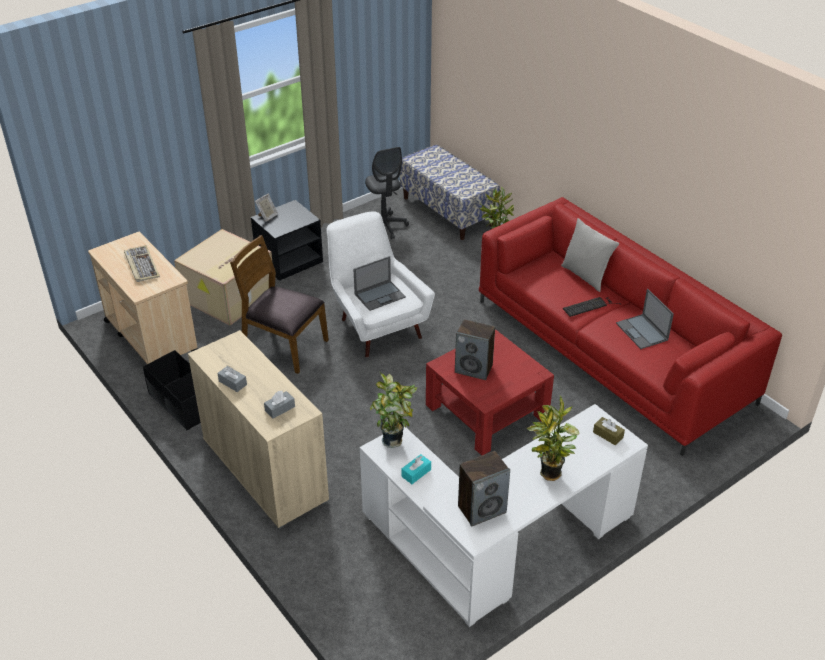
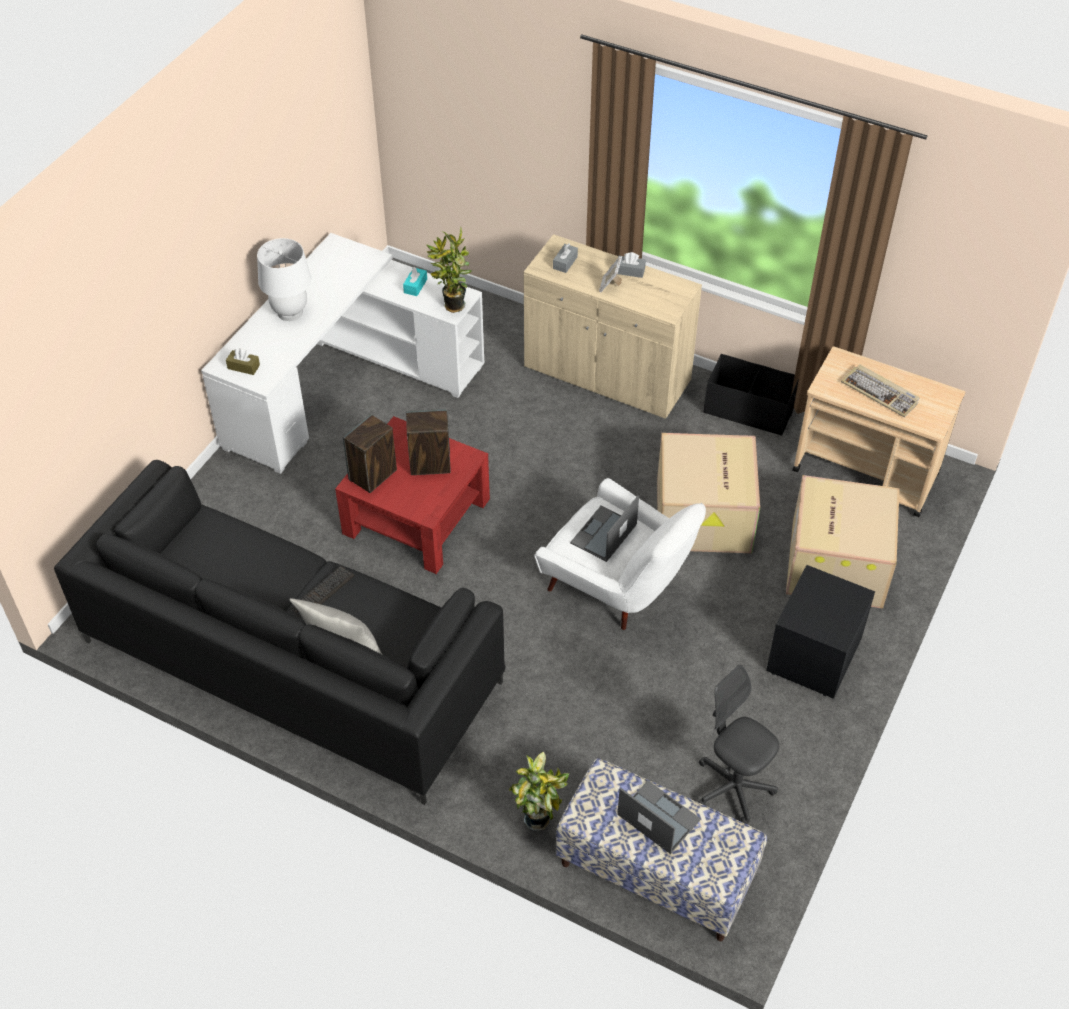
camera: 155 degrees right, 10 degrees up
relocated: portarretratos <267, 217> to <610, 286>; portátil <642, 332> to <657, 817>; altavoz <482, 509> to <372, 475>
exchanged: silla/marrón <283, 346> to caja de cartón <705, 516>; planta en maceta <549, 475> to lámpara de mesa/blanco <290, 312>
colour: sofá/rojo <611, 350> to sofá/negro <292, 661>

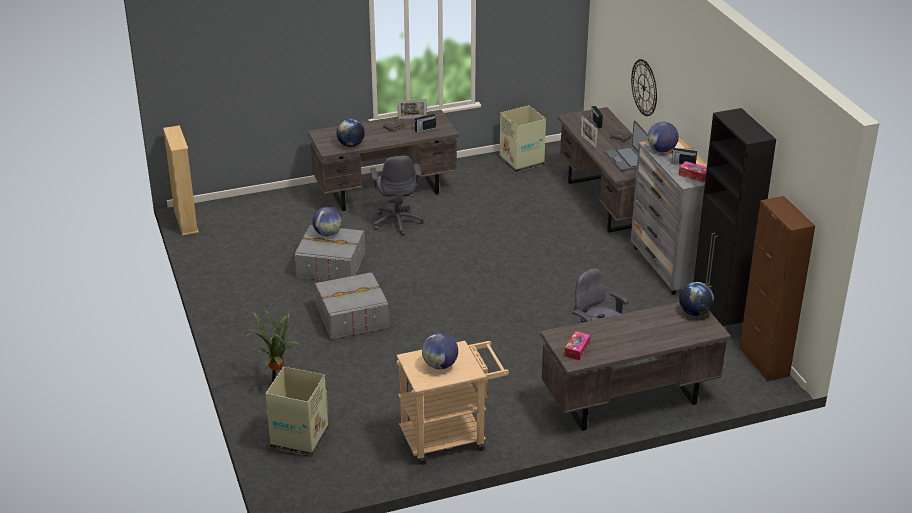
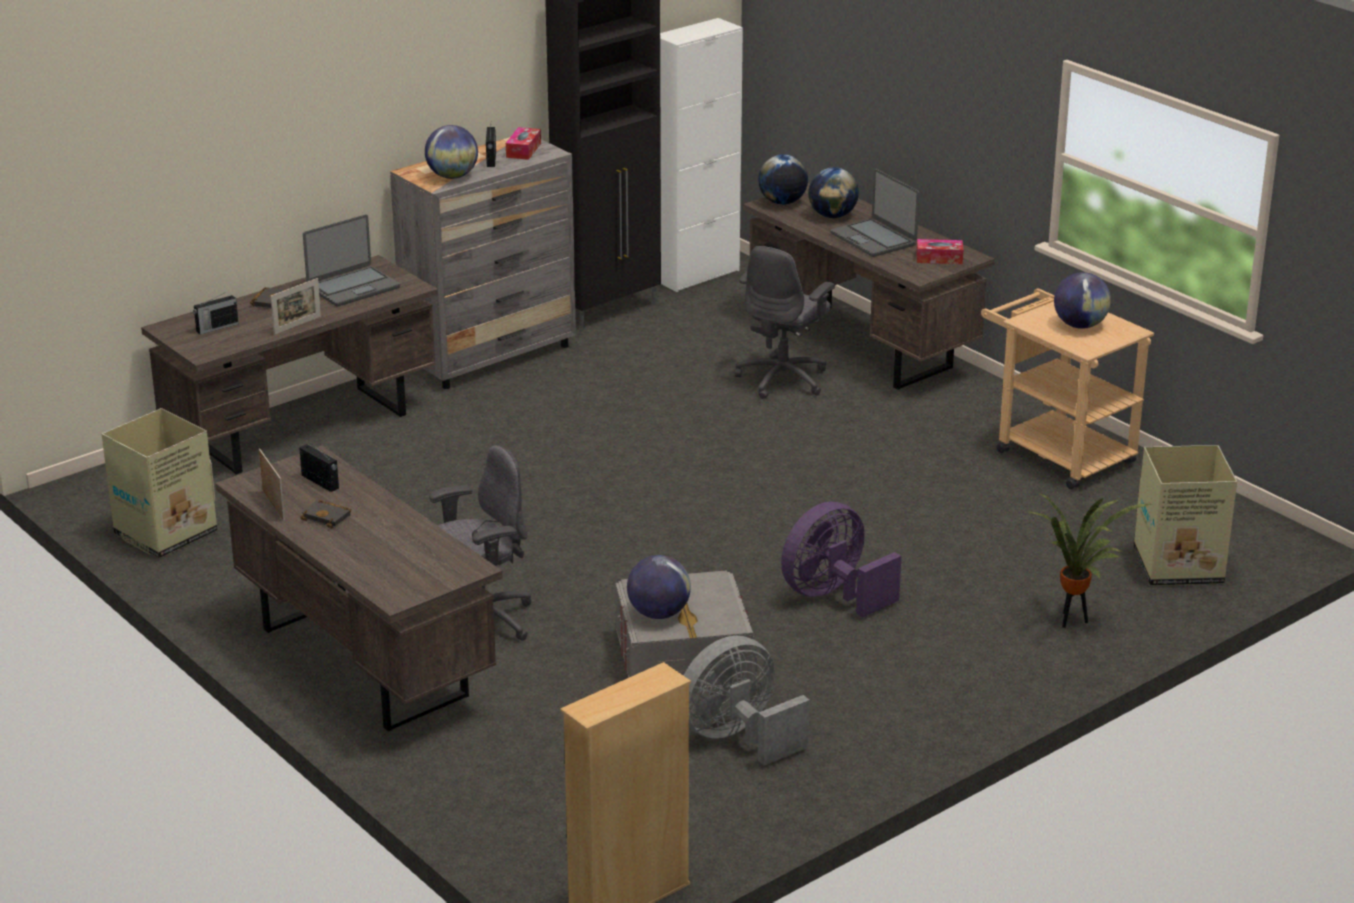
camera: 110 degrees left, 5 degrees down
missing: reloj de pared <644, 87>
appeared: portátil <874, 239>; ventilador/gris <738, 738>
relocated: globo terráqueo <351, 145> to <832, 216>
exchanged: caja de almacenaje/gris <352, 317> to ventilador/morado <833, 596>
colour: armario/marrón <764, 362> to armario/blanco <696, 275>

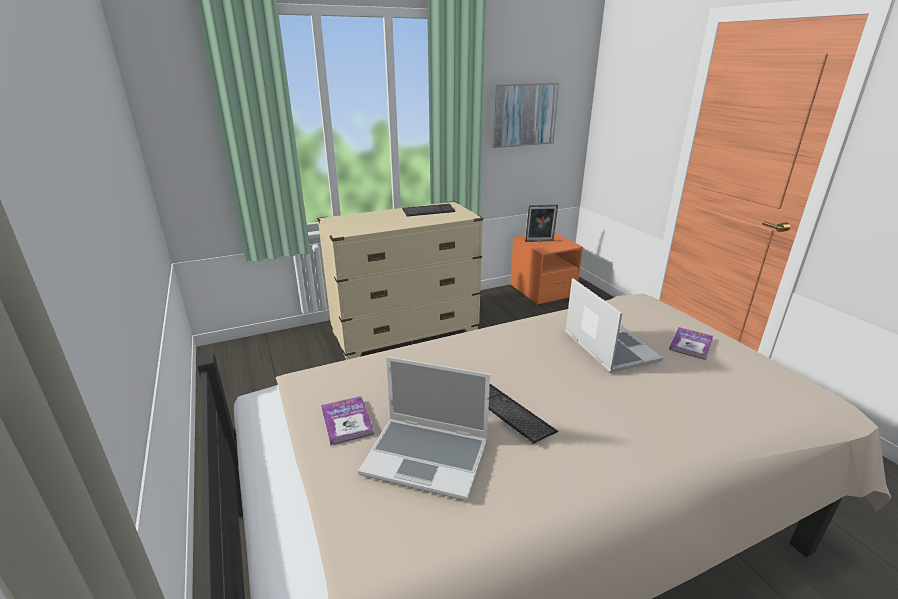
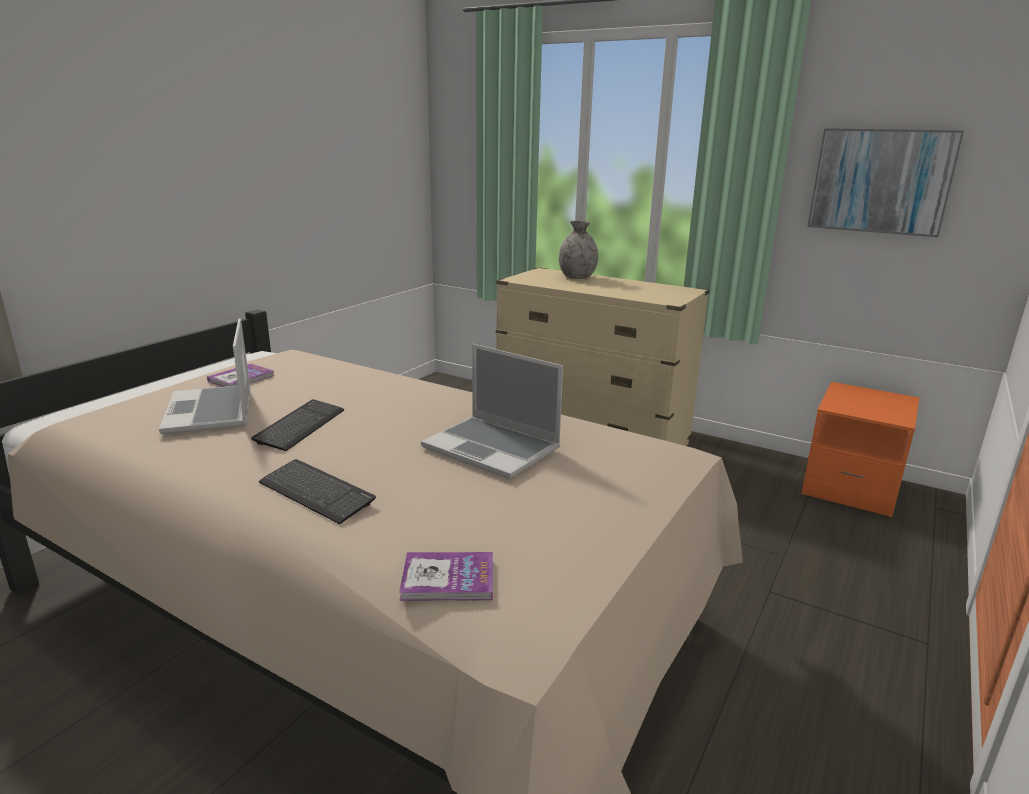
camera: 55 degrees right, 5 degrees down
missing: portarretratos <539, 241>
appeared: florero/gris <577, 277>
relocated: teclado <428, 211> to <316, 493>; libro <691, 344> to <448, 579>
spun: portátil <608, 347> = <493, 449> 90 degrees clockwise

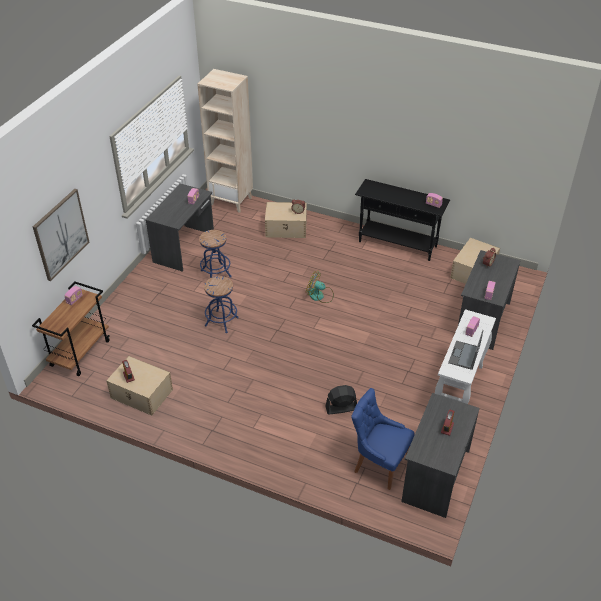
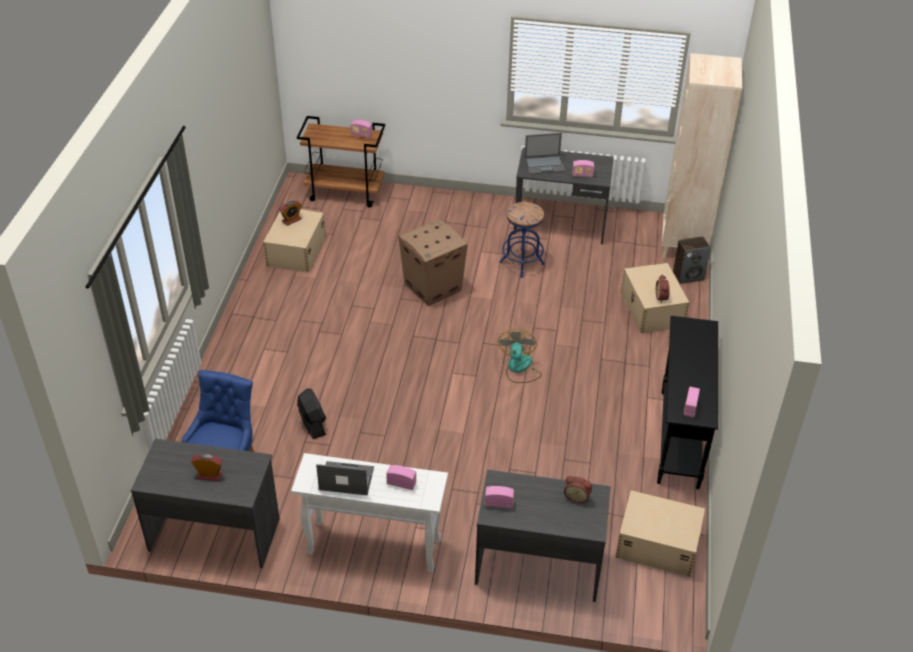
camera: 75 degrees right, 0 degrees up
missing: cuadro <61, 234>
appeared: portátil <545, 165>; altavoz <688, 275>
exchanged: taburete/azul <221, 321> to caja de cartón <433, 287>

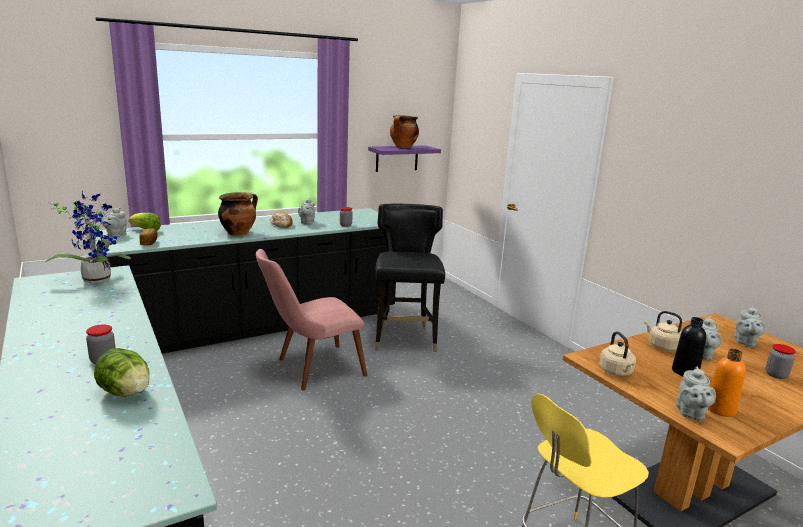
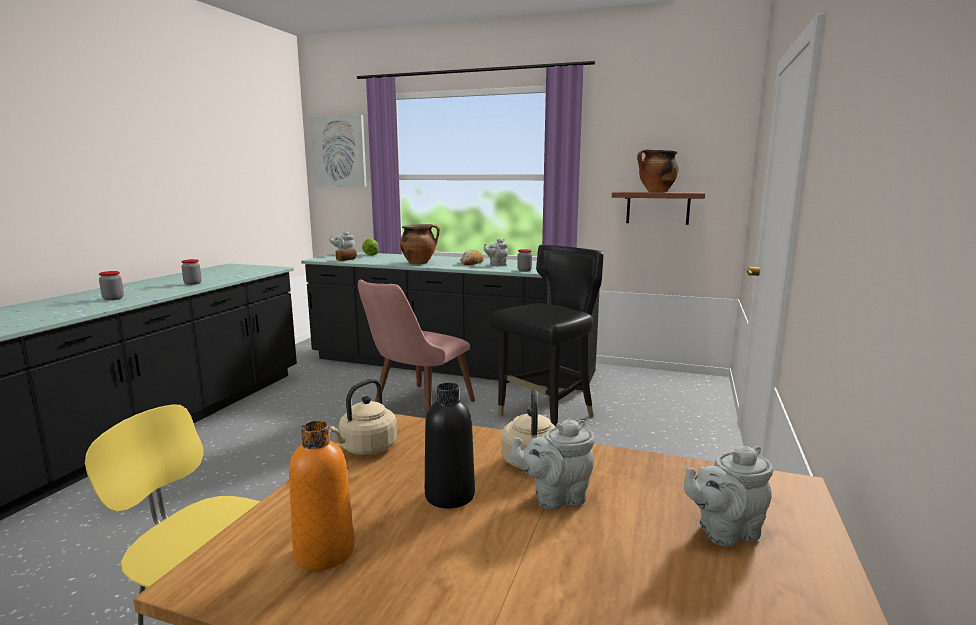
camera: 50 degrees right, 5 degrees down
missing: planta en maceta <97, 278>; lechuga <126, 392>; tetera/gris <690, 414>
appeared: cuadro <340, 151>
relocated: tarro <776, 375> to <192, 283>
colour: estante/morado <397, 158> to estante/marrón <658, 208>
spun: silla/rosa <310, 369> = <415, 408> 75 degrees counterclockwise

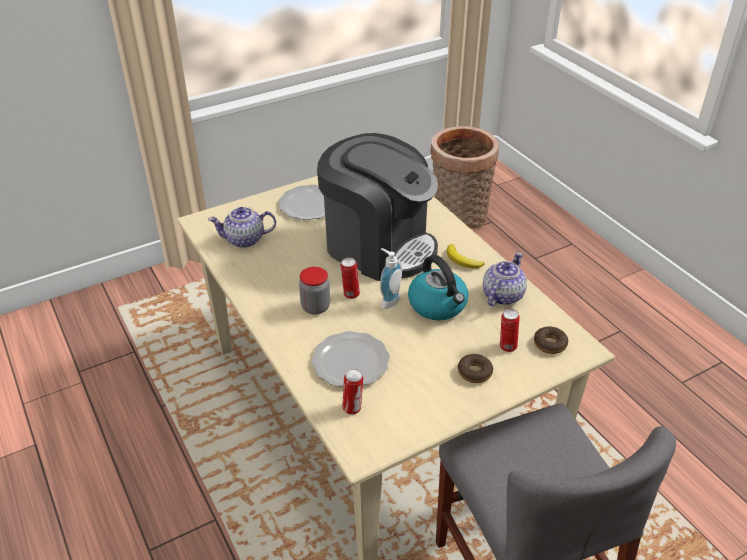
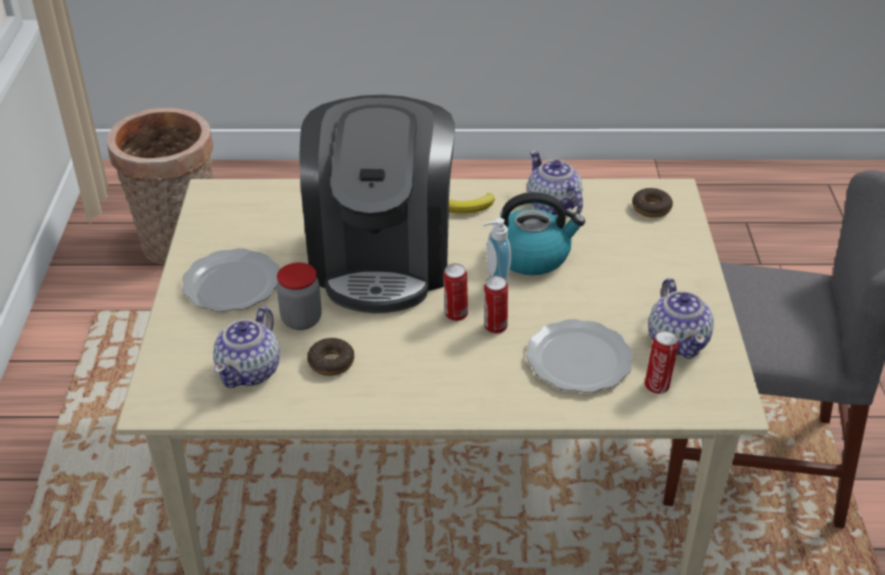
camera: 60 degrees left, 0 degrees up
appeared: tetera <678, 341>
relocated: tarro <315, 307> to <301, 320>; lata <507, 346> to <495, 327>; rosquilla <474, 372> to <331, 362>
spun: cafetera <378, 246> = <382, 258> 120 degrees clockwise

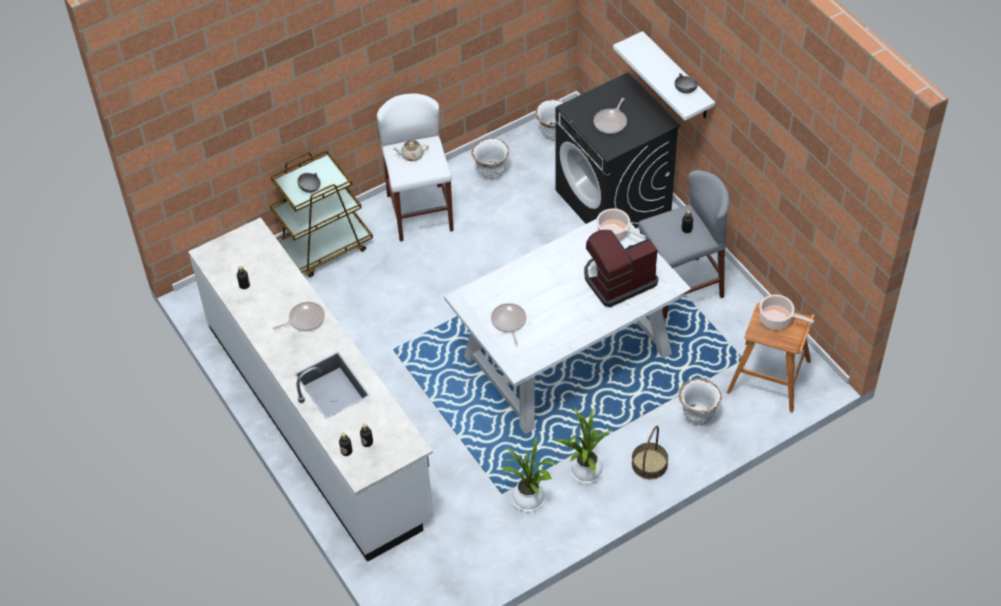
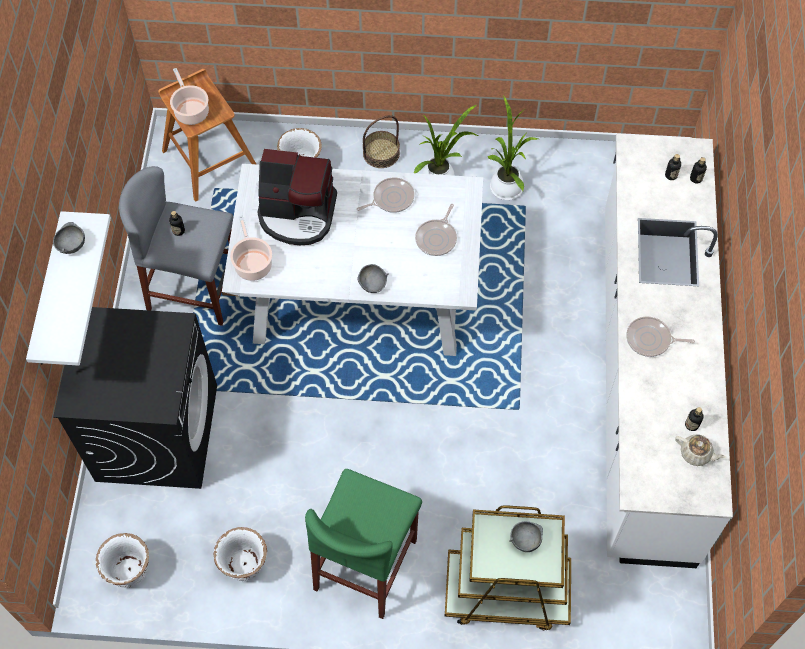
camera: 145 degrees left, 10 degrees up
appeared: cuenco/gris <373, 284>
relocated: sartén <611, 122> to <391, 198>; tetera/beis <411, 155> to <696, 453>
colour: taburete/blanco <420, 213> to taburete/verde <366, 564>

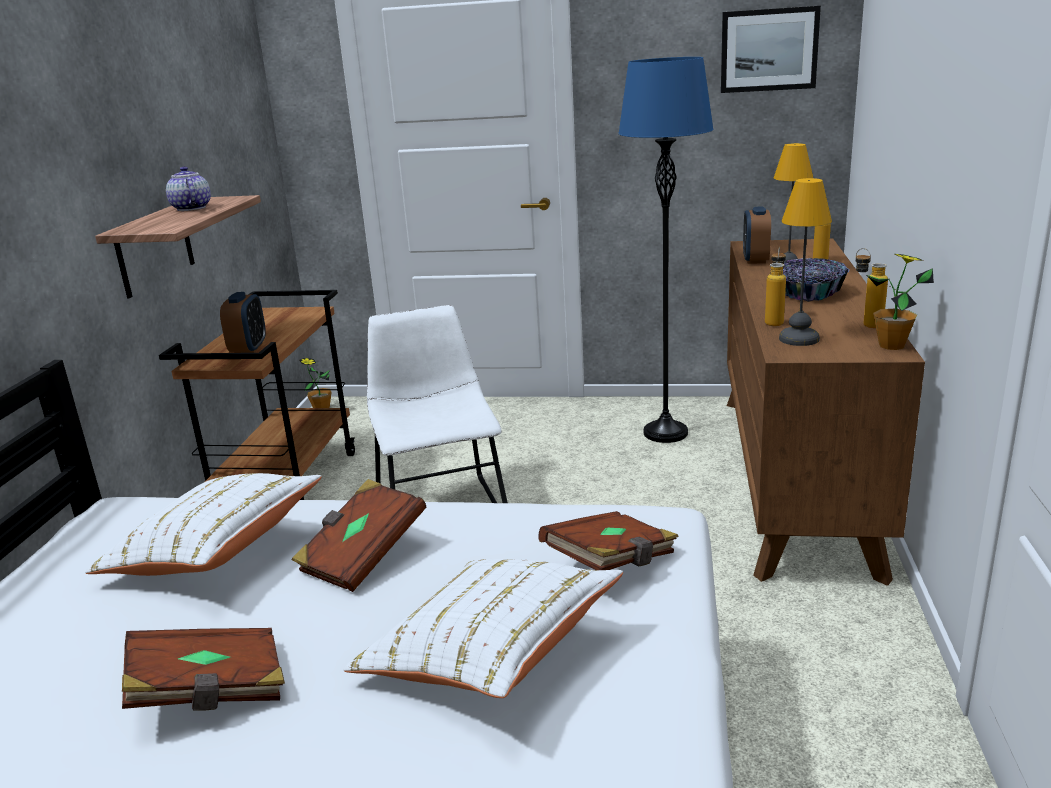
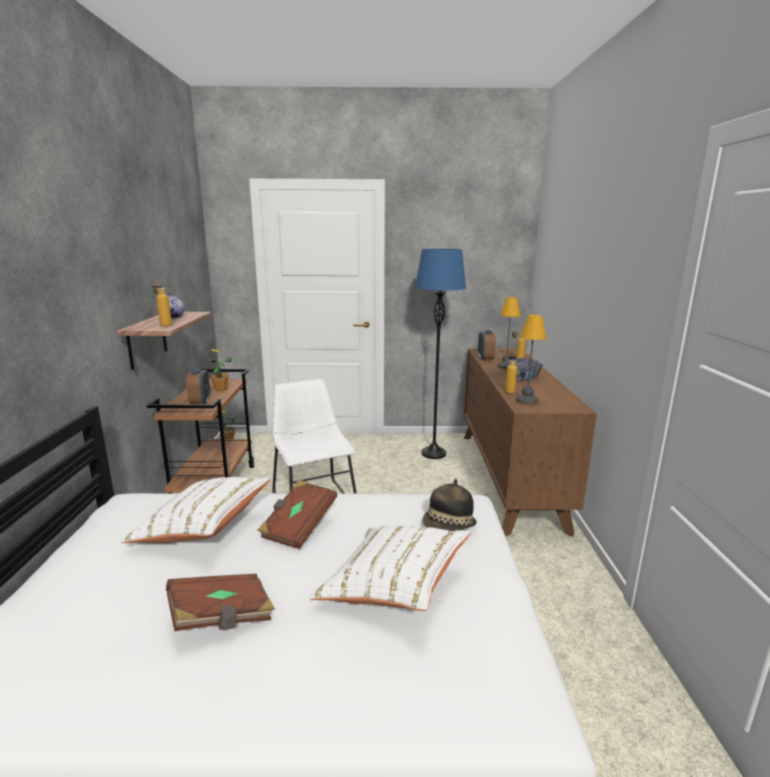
camera: 10 degrees left, 5 degrees down
missing: cuadro <768, 50>
relocated: botella <865, 324> to <164, 325>; planta en maceta <891, 346> to <221, 389>
exchanged: libro/marrón <612, 563> to sombrero <449, 527>

